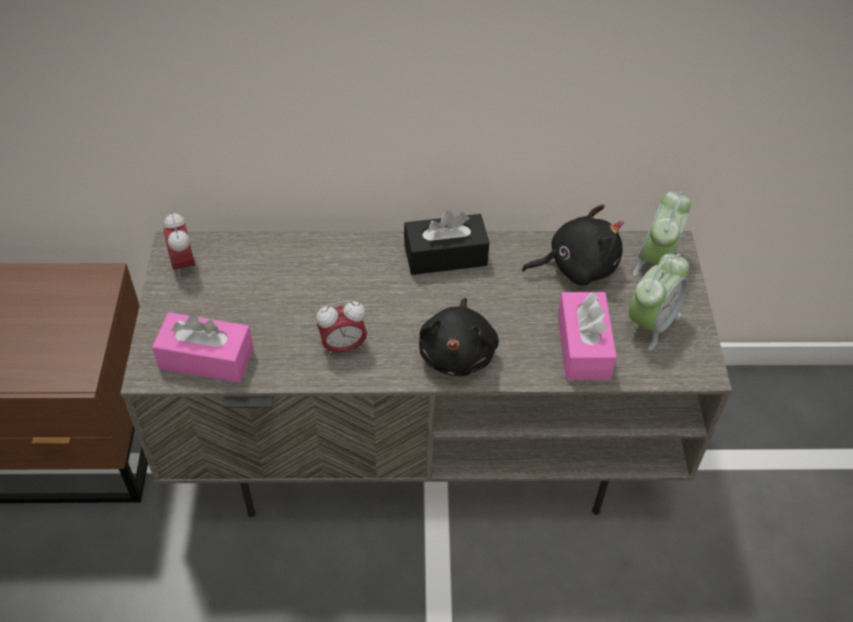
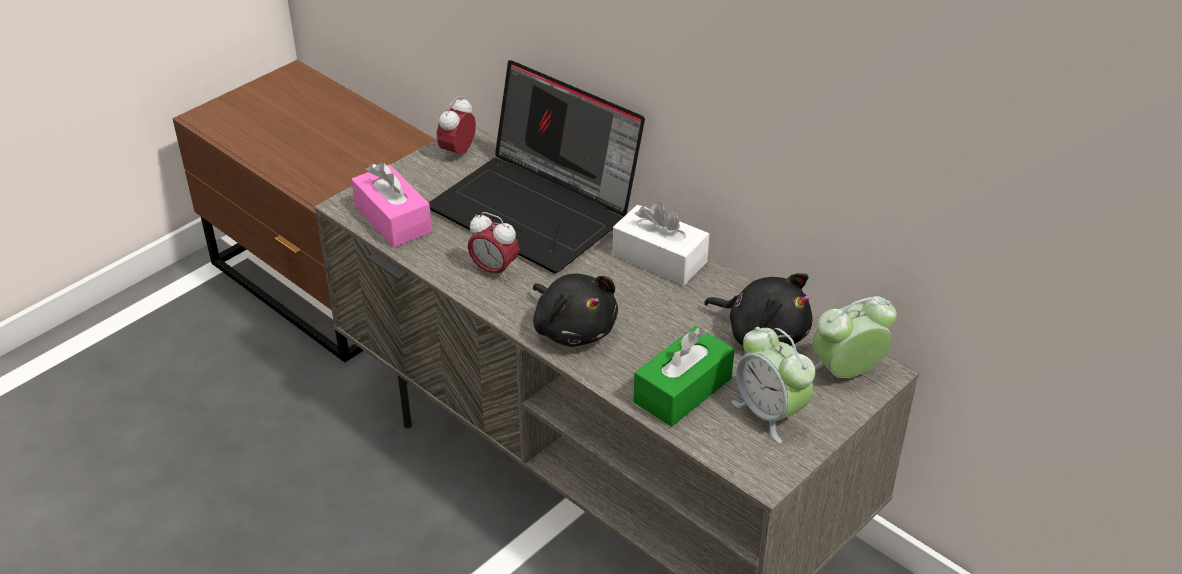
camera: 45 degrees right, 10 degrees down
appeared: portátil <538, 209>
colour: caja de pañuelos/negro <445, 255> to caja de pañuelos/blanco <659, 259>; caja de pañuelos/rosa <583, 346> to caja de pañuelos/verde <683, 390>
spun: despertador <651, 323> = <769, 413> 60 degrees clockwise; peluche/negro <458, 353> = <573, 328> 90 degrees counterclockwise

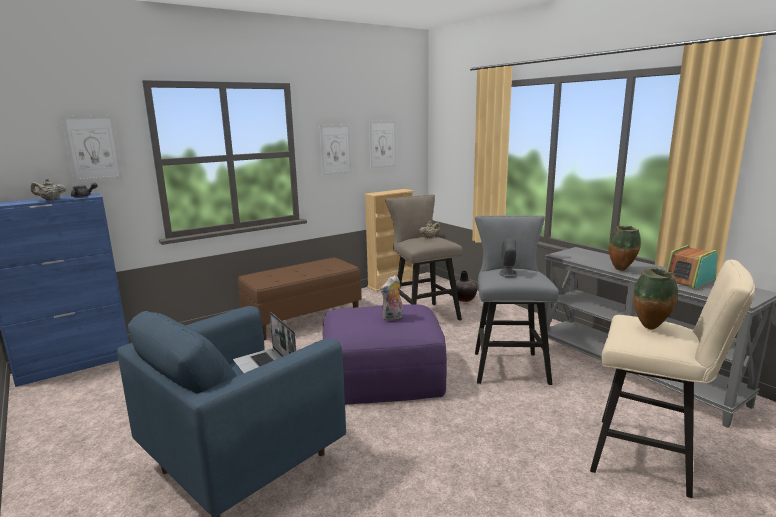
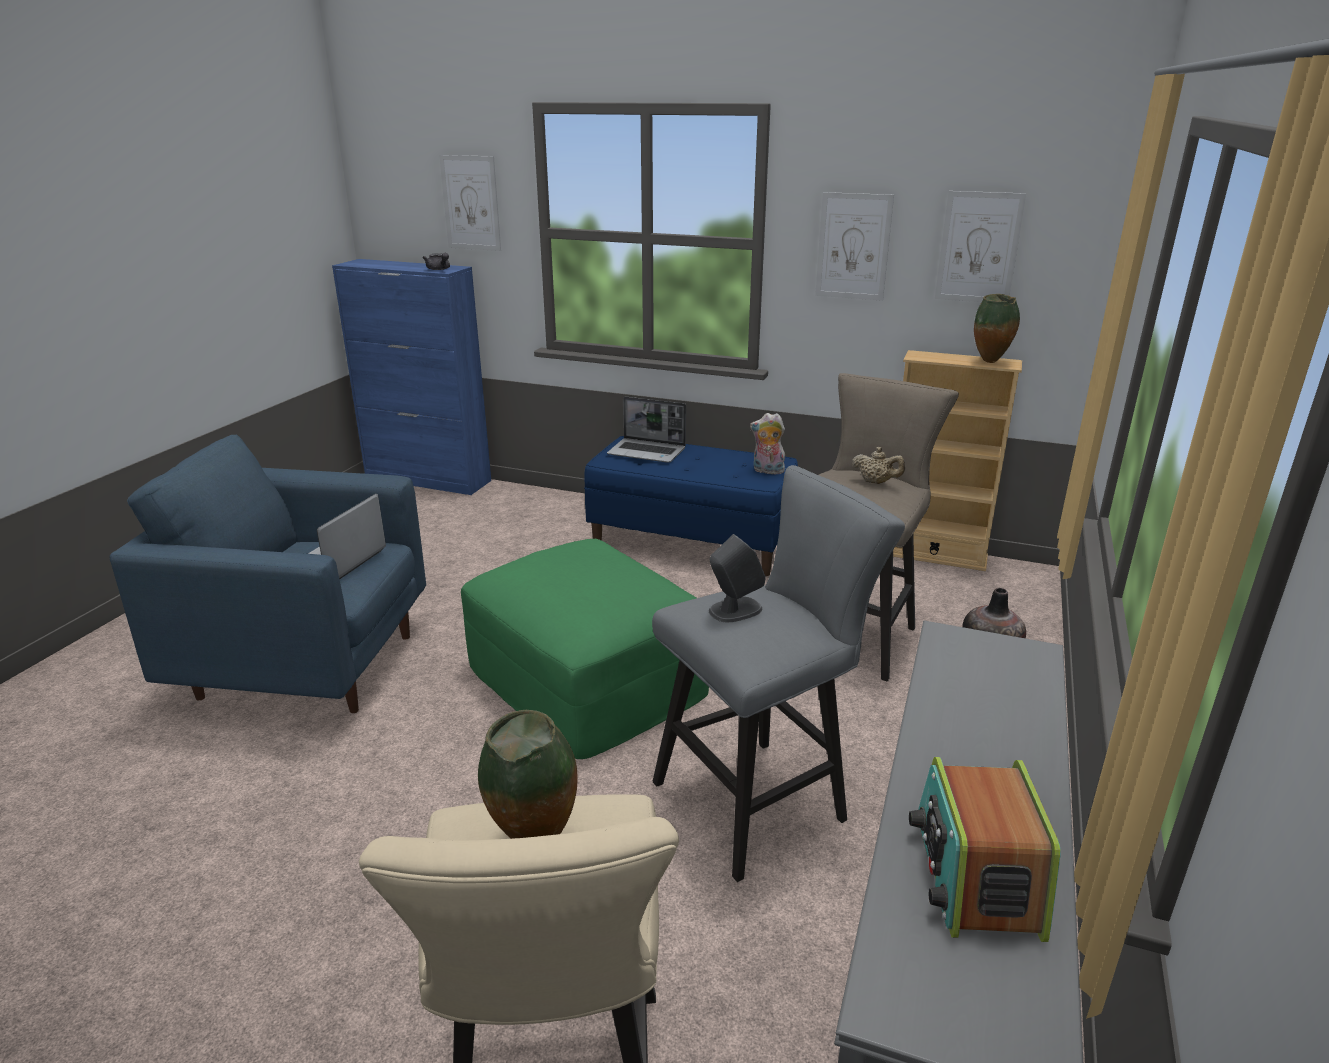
camera: 55 degrees right, 10 degrees up
missing: tetera/beis <50, 200>
appeared: portátil <648, 452>
relocated: florero <621, 270> to <990, 362>; peluche <393, 318> to <767, 471>
colour: banco/marrón <303, 319> to banco/azul <692, 543>; puf/morado <382, 376> to puf/verde <587, 679>
spun: radio <688, 280> = <975, 875> 105 degrees counterclockwise

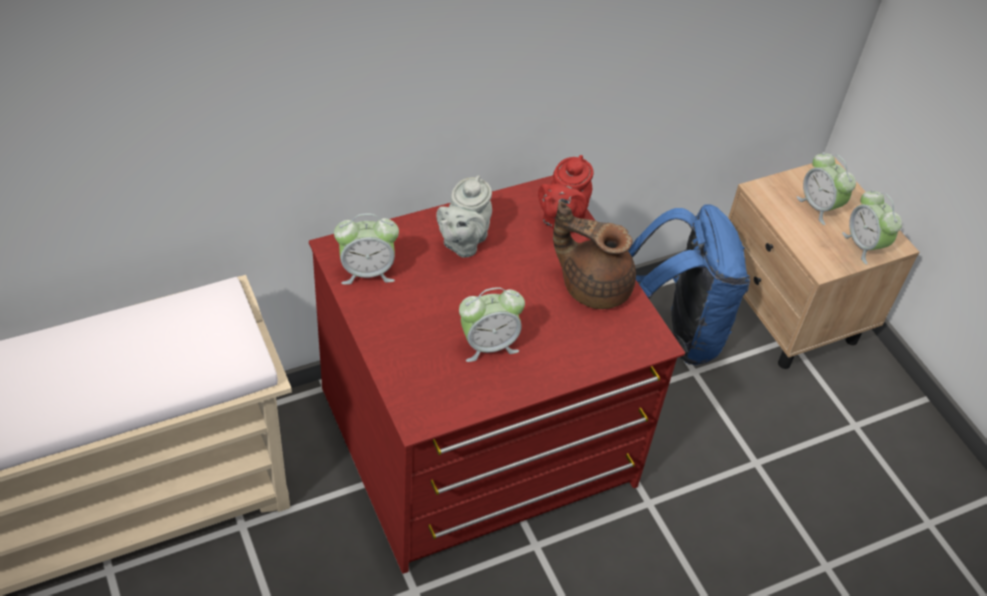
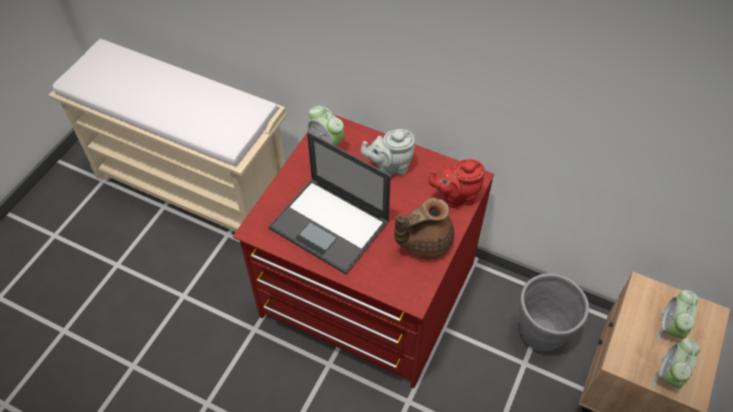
camera: 55 degrees right, 5 degrees up
exchanged: mochila/azul <674, 334> to maceta/gris <540, 334>; despertador <488, 345> to portátil <331, 225>
spun: tetera/marrón <593, 285> = <423, 242> 105 degrees counterclockwise

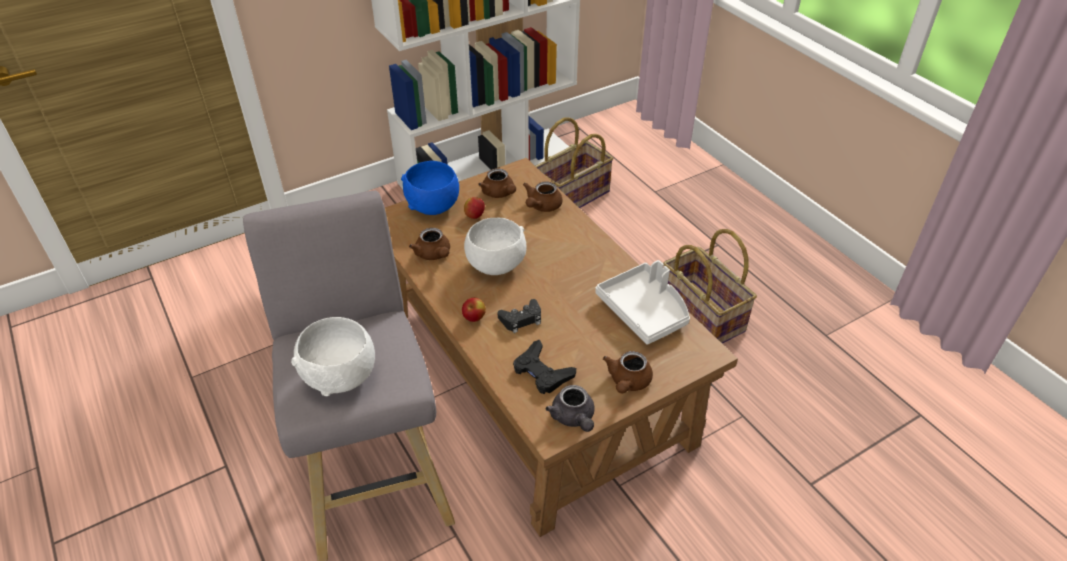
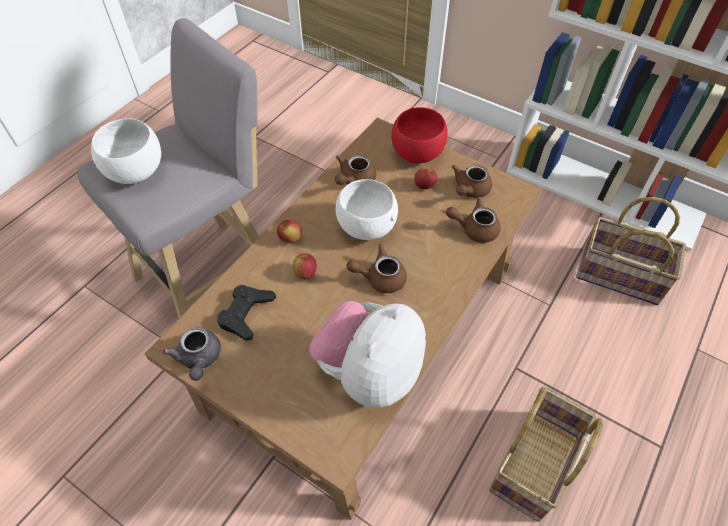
camera: 65 degrees right, 10 degrees up
relocated: tetera/marrón <627, 382> to <380, 278>
exchanged: bandeja/blanco <644, 311> to peluche <369, 372>; mando de consola/negro <521, 319> to manzana <305, 273>
colour: cuenco/azul <434, 206> to cuenco/rojo <417, 154>
spun: tetera/gris <573, 418> = <199, 359> 60 degrees counterclockwise

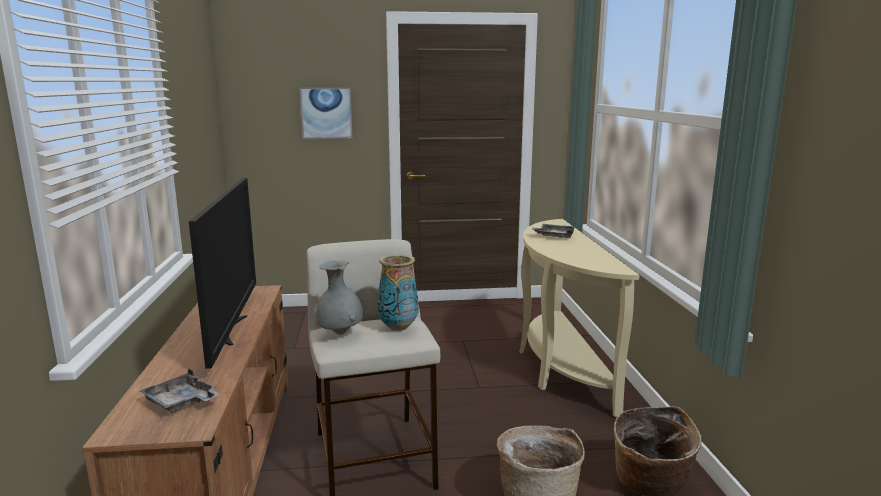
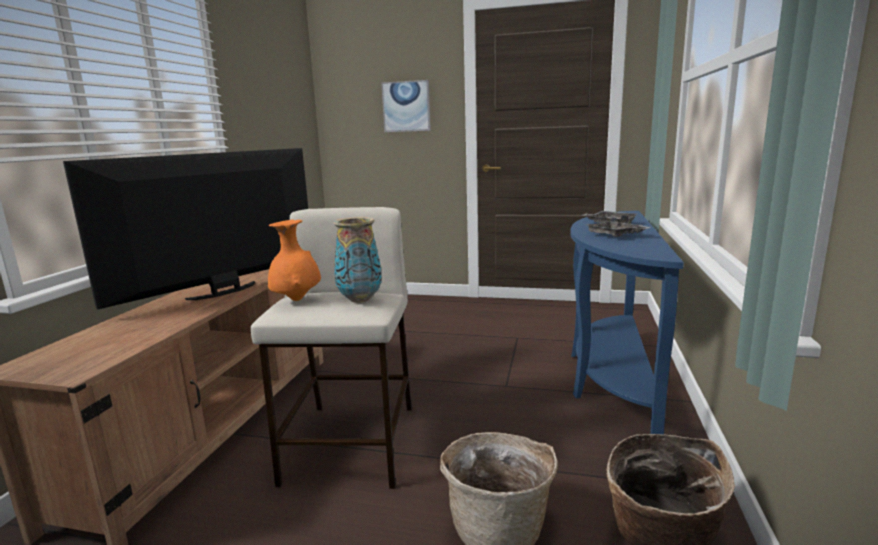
camera: 20 degrees right, 0 degrees up
relocated: bandeja/gris <182, 402> to <615, 235>
colour: mesa consola/beis <559, 367> to mesa consola/azul <610, 377>; florero/gris <340, 333> to florero/naranja <296, 300>
spun: televisor <231, 330> = <224, 292> 150 degrees counterclockwise

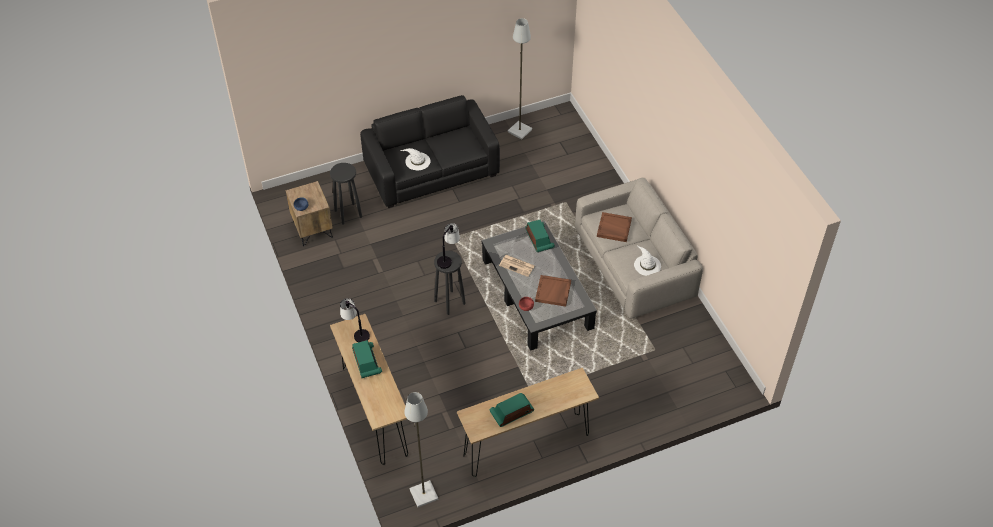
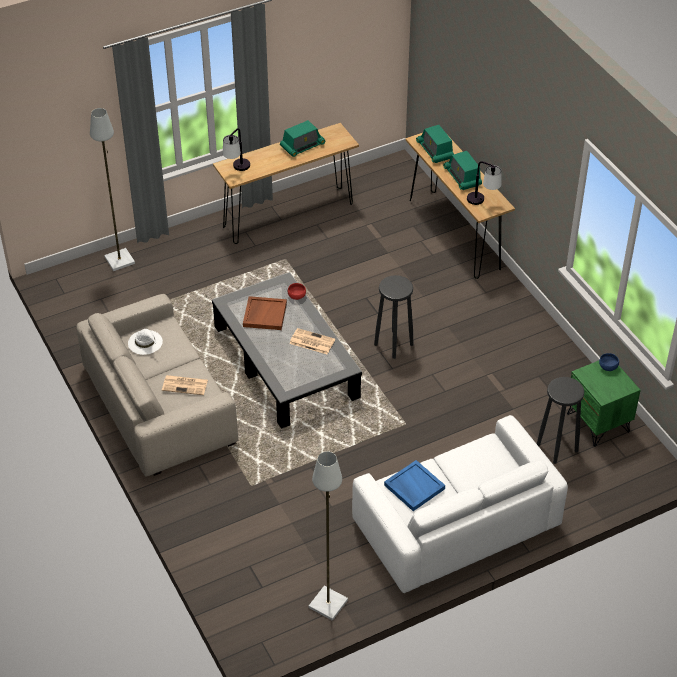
camera: 175 degrees right, 5 degrees down
missing: sombrero/blanco <417, 161>
appeared: bandeja/azul <413, 487>
relocated: radio <539, 239> to <435, 150>; lámpara de mesa <448, 258> to <237, 170>; lámpara de pie/gris <423, 495> to <120, 260>
exchanged: bandeja/marrón <613, 228> to periódico <185, 385>
colour: sofá/negro <431, 169> to sofá/blanco <456, 524>; mesita de noche/marrón <312, 229> to mesita de noche/verde <598, 423>

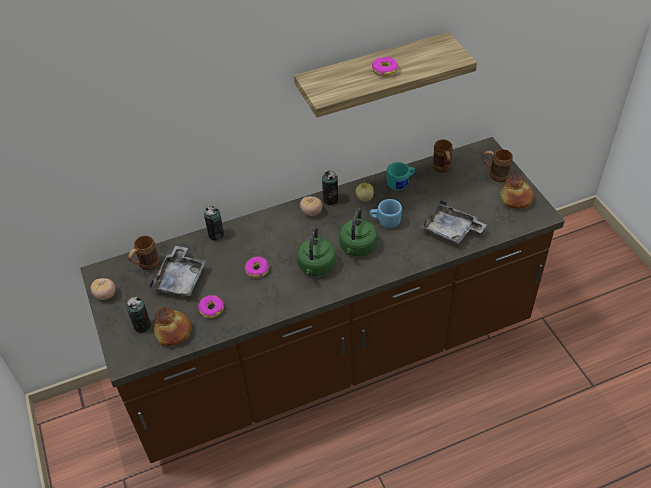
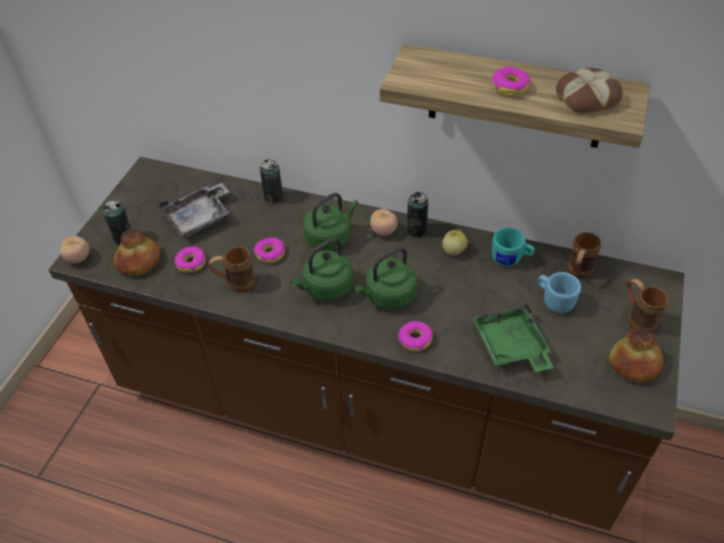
camera: 40 degrees right, 0 degrees up
appeared: pan <586, 97>; hervidor/verde <330, 237>; rosquilla <415, 339>
relocated: taza grande/azul <385, 221> to <554, 300>; taza grande/marrón <146, 266> to <235, 284>; tomate <105, 295> to <78, 258>
colour: bandeja/gris <450, 230> to bandeja/verde <511, 346>

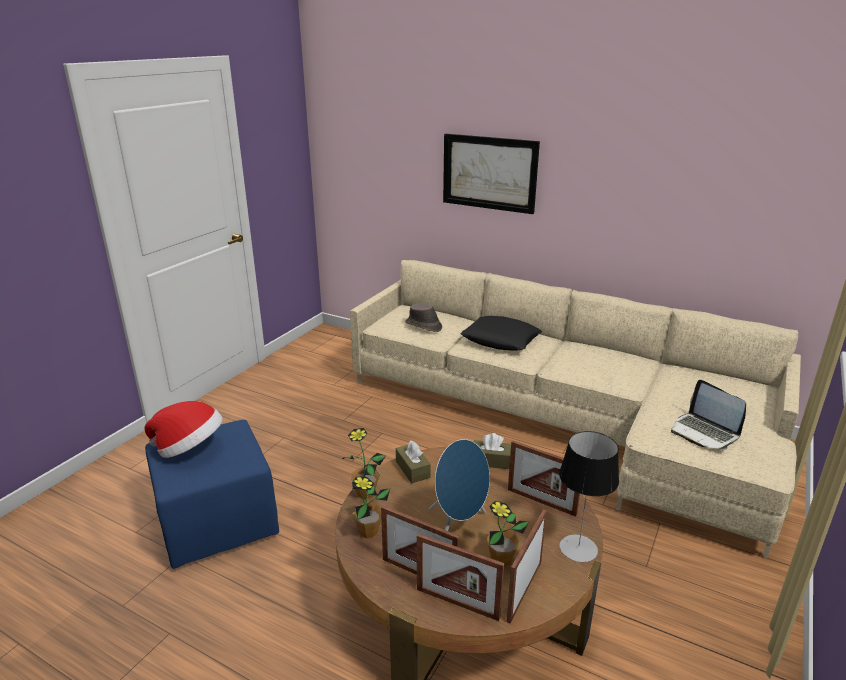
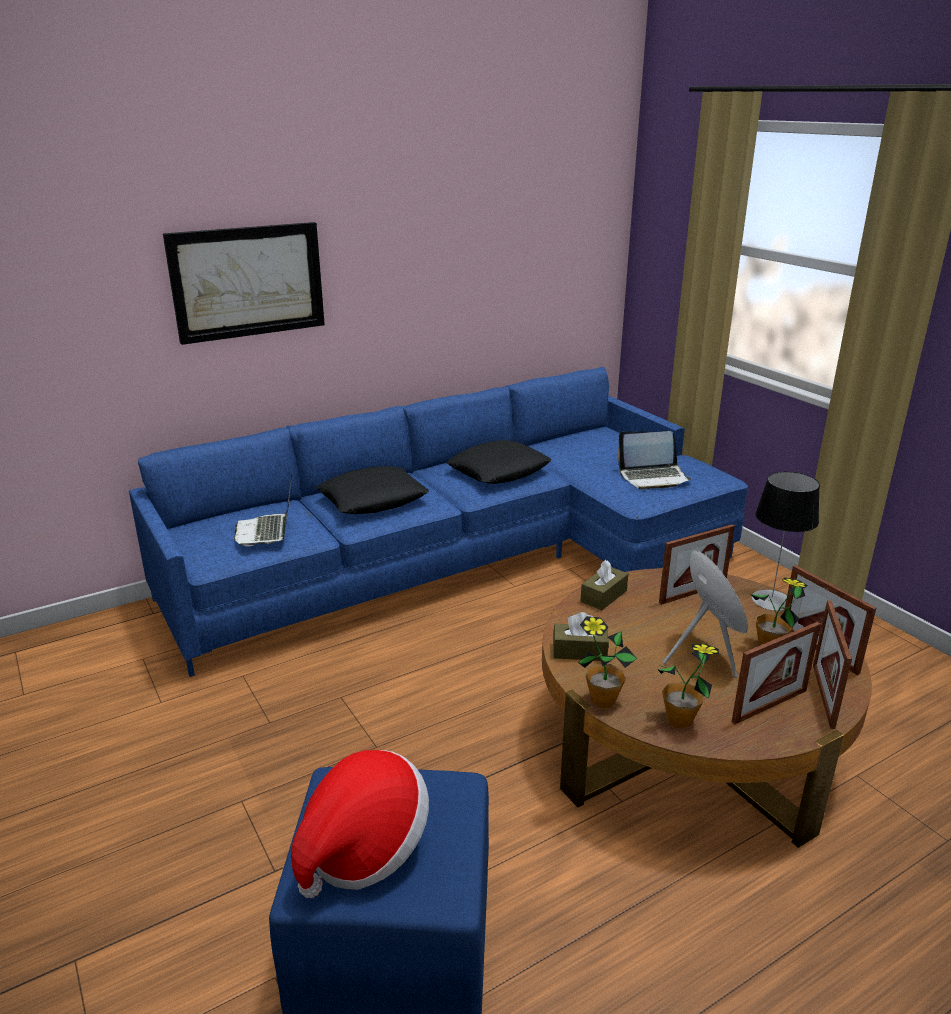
camera: 60 degrees left, 0 degrees up
appeared: cojín/negro <499, 470>
exchanged: sombrero/marrón <423, 326> to portátil <267, 532>
colour: sofá/beis <568, 421> to sofá/azul <465, 560>
spun: portarretratos <457, 603> = <823, 695> 135 degrees clockwise

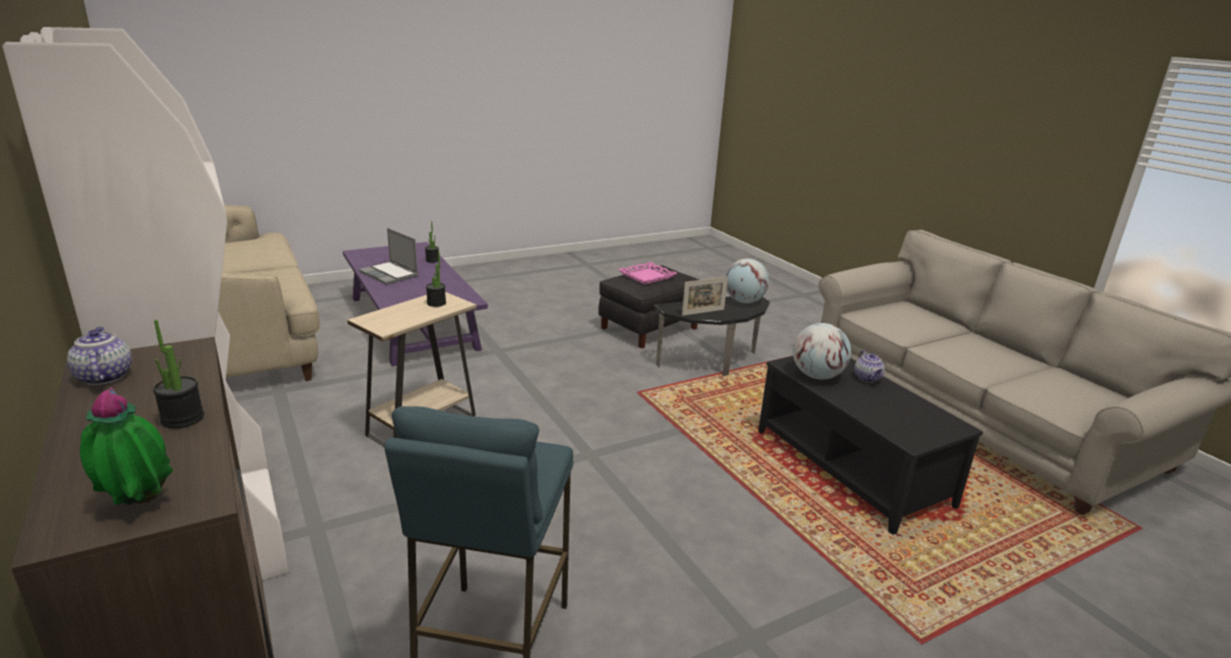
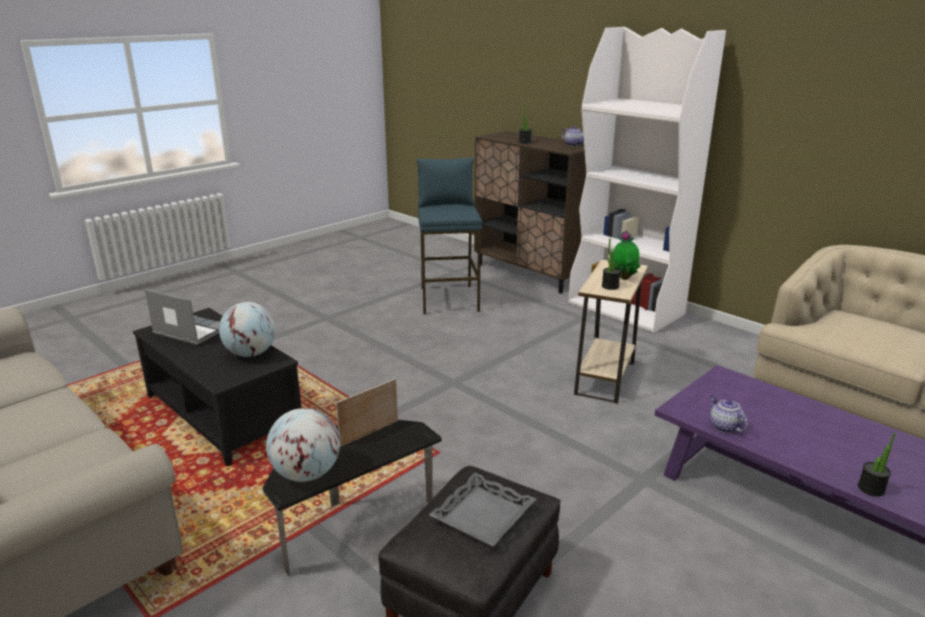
camera: 165 degrees right, 0 degrees up
relocated: portátil <390, 274> to <190, 331>; tetera <868, 378> to <724, 426>; planta en maceta <138, 506> to <624, 278>
colour: bandeja/rosa <647, 277> to bandeja/gris <482, 515>

